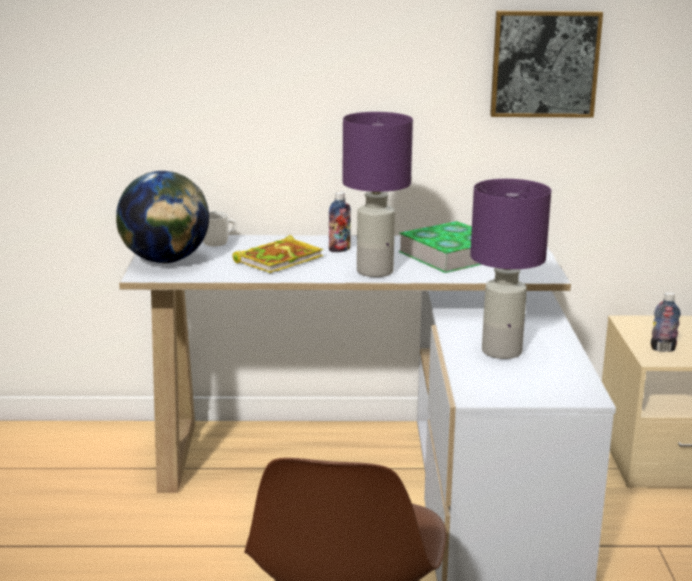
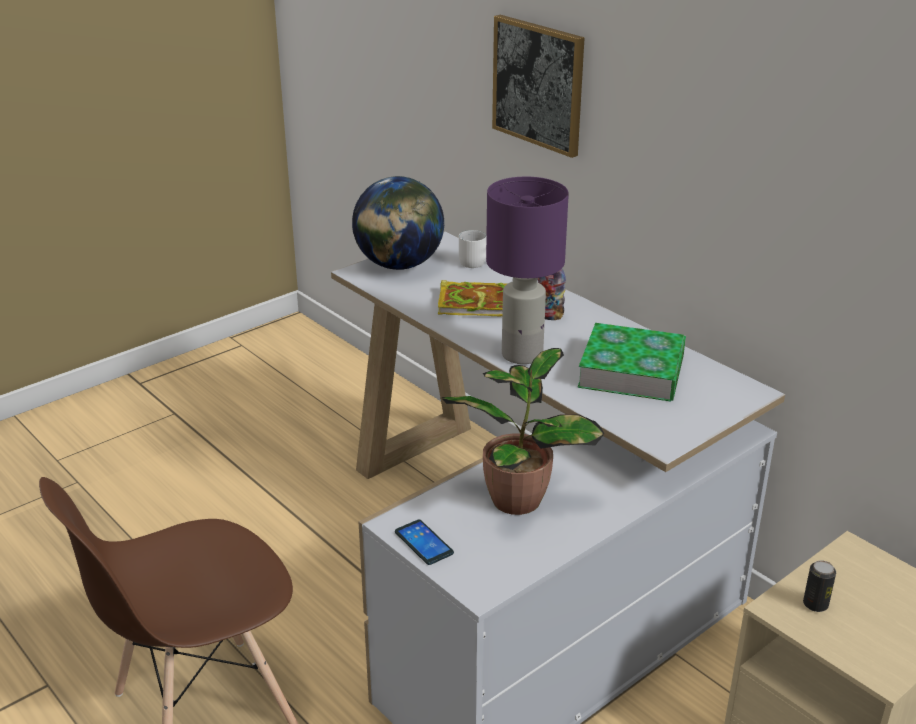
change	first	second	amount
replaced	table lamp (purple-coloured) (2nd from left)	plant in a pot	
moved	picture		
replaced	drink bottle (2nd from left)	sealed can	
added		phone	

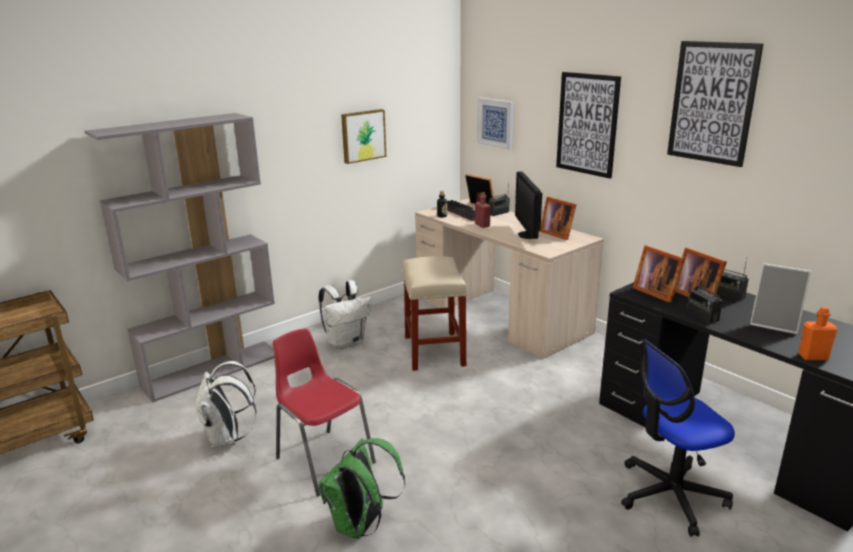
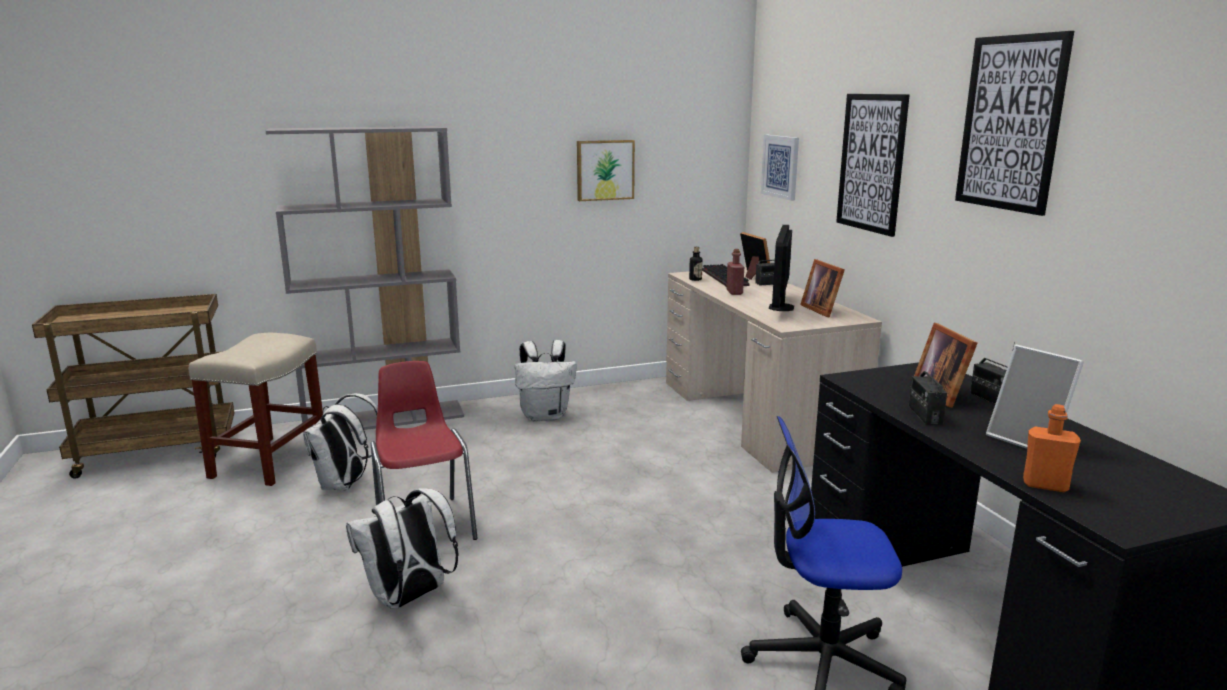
change	first	second	amount
recoloured	rucksack (green)	rucksack (whitish) (2nd from left)	
moved	stool seat (beige)		
removed	photo frame (3rd from left)		

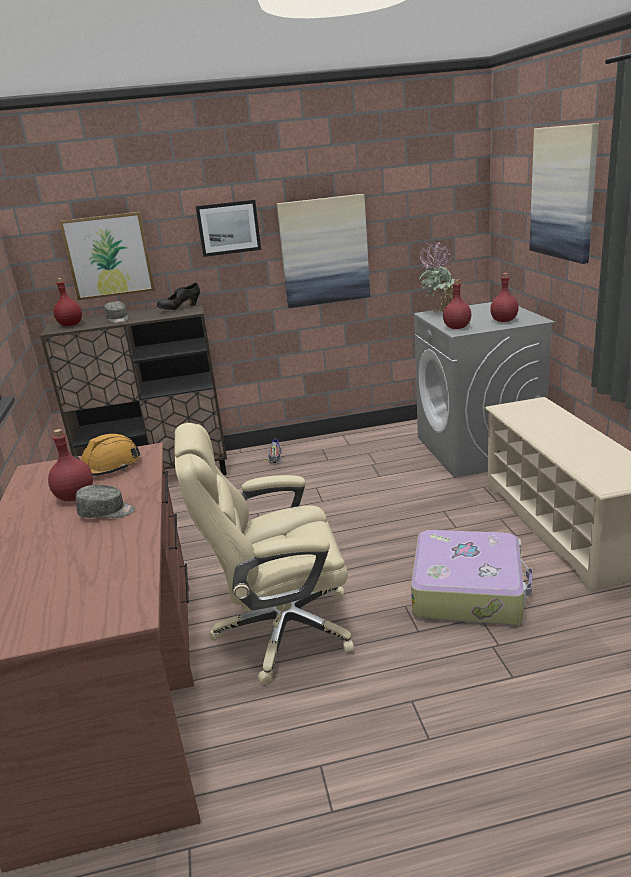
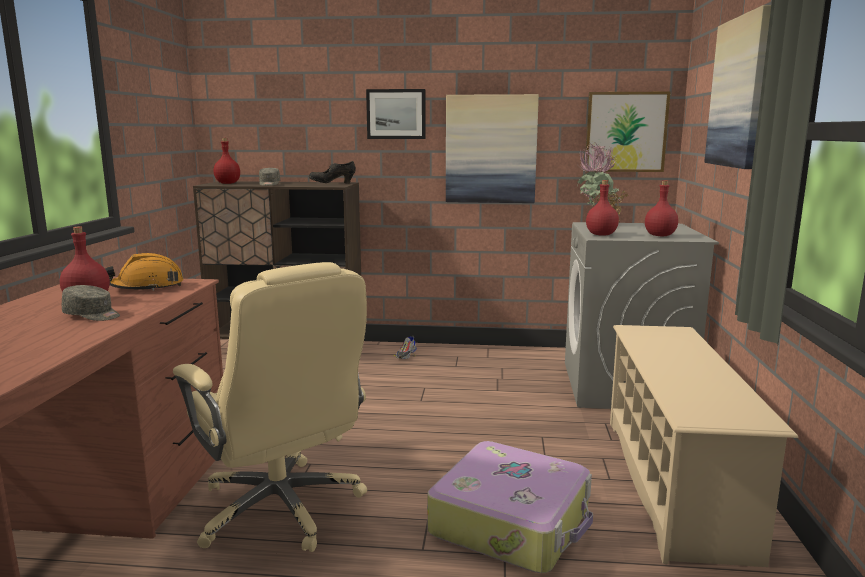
change	first	second	amount
moved	picture (1st from left in the first image)	picture (3rd from left)	
turned	computer chair (beige)		135 degrees counterclockwise

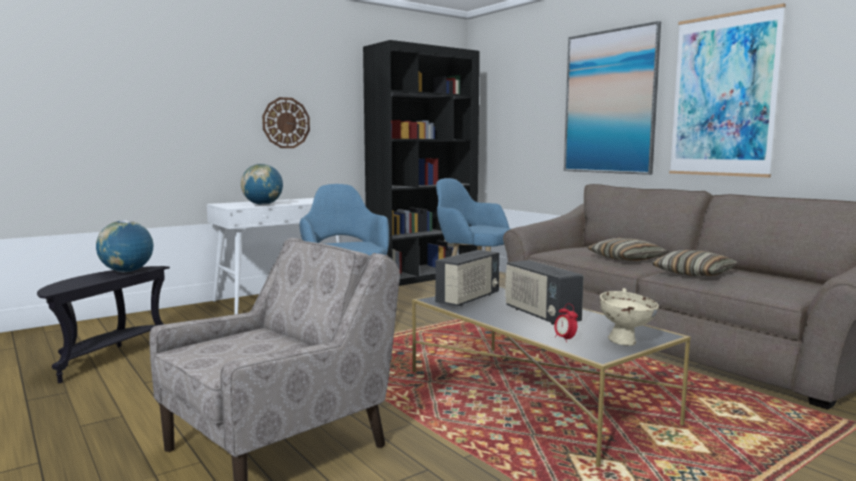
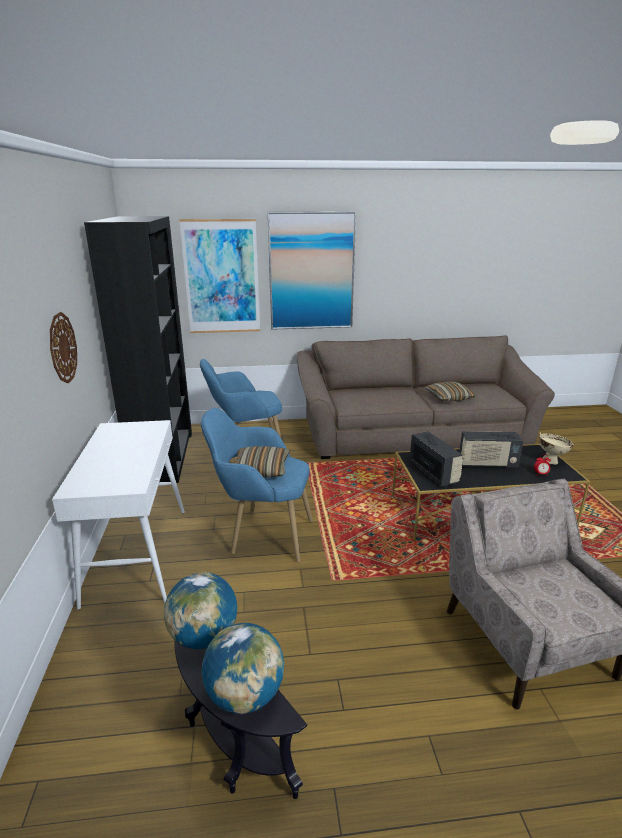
change	first	second	amount
moved	desk globe (2nd from left)		
moved	pillow (1st from left)		
moved	picture (2nd from left in the first image)	picture (1st from left)	

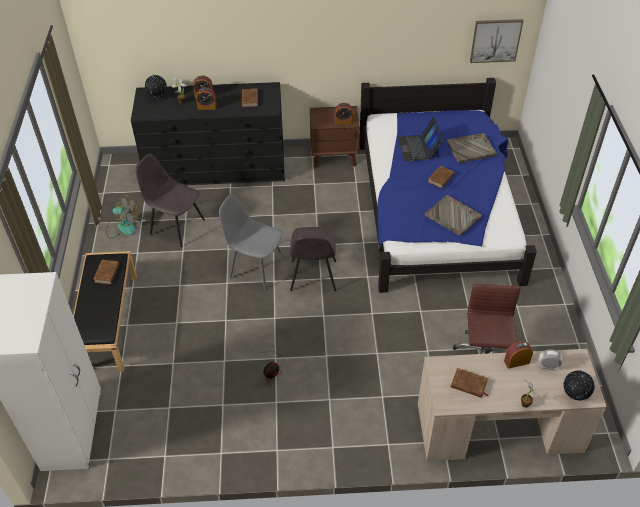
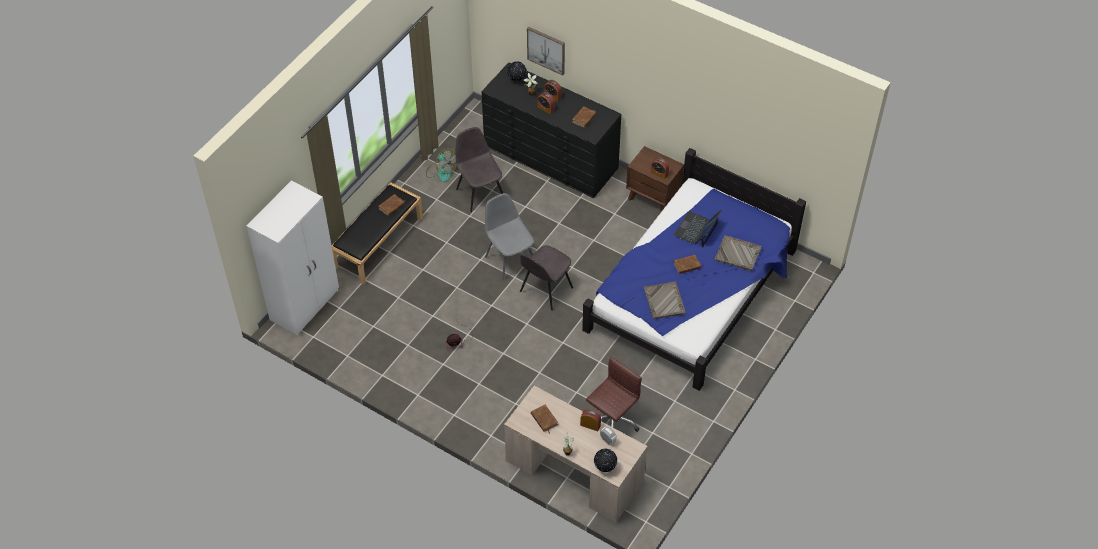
change	first	second	amount
moved	picture		

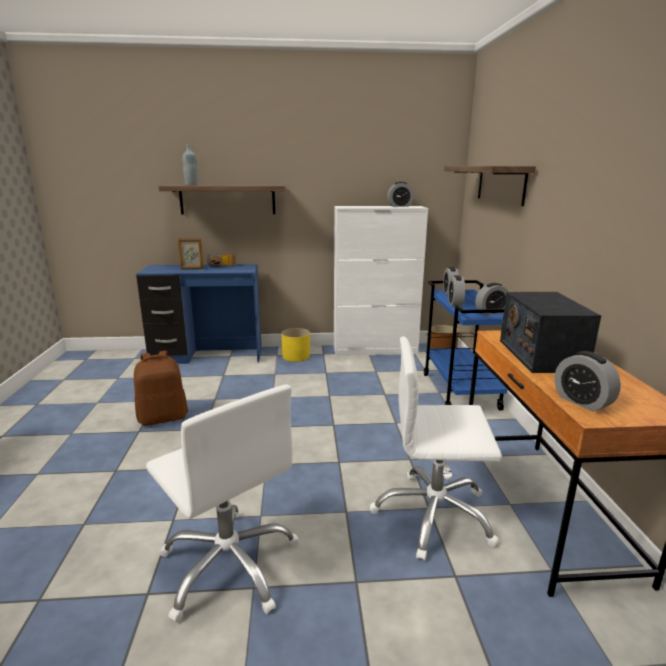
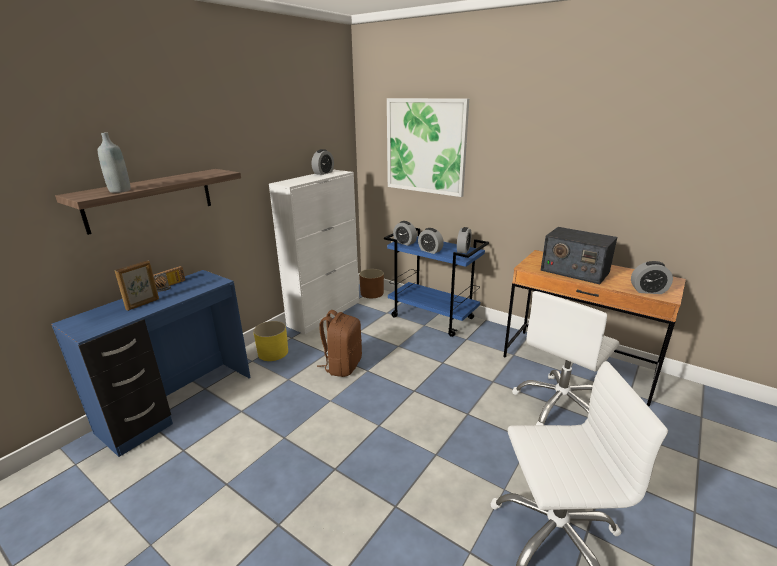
change	first	second	amount
moved	rucksack (brown)		
replaced	wall shelf (2nd from left)	picture	

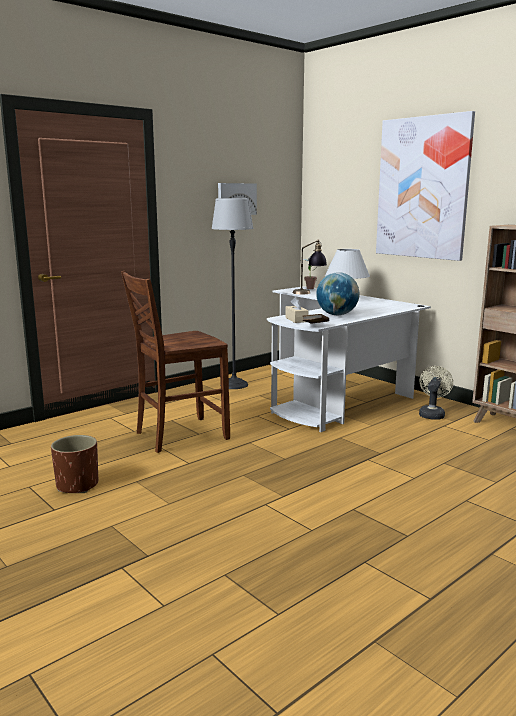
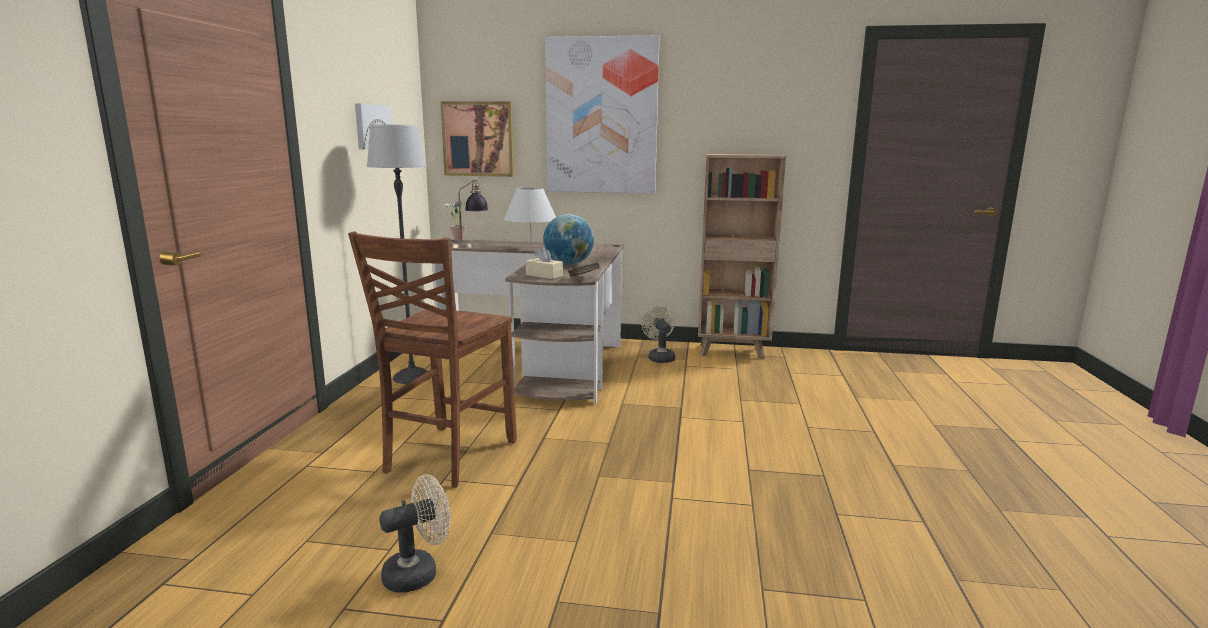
change	first	second	amount
replaced	flower pot (brown)	electric fan (beige) (1st from left)	
recoloured	desk table (whitish)	desk table (brown)	
added		picture (2nd from left)	

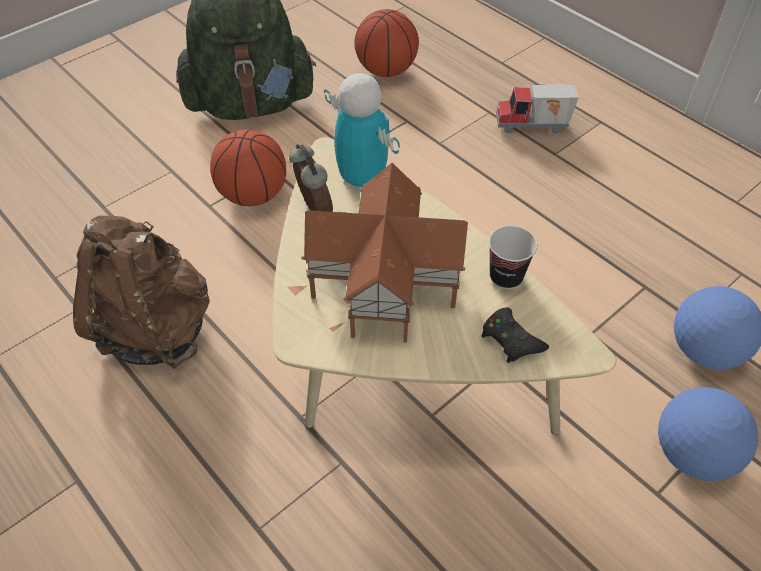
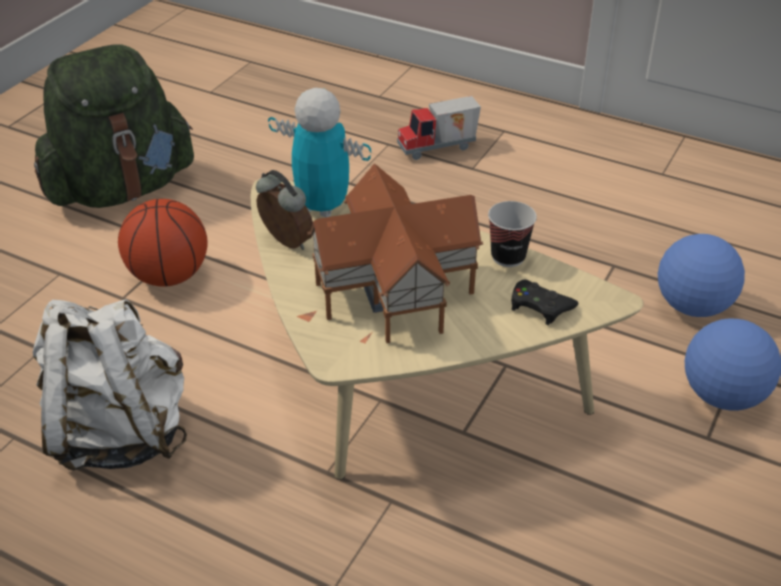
change	first	second	amount
recoloured	rucksack (brown)	rucksack (whitish)	
removed	basketball ball (2nd from left)		

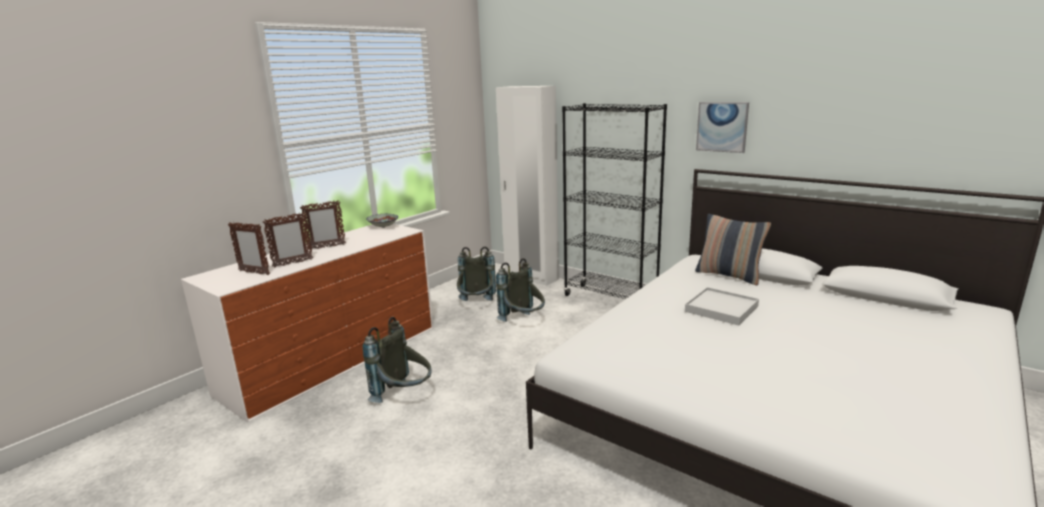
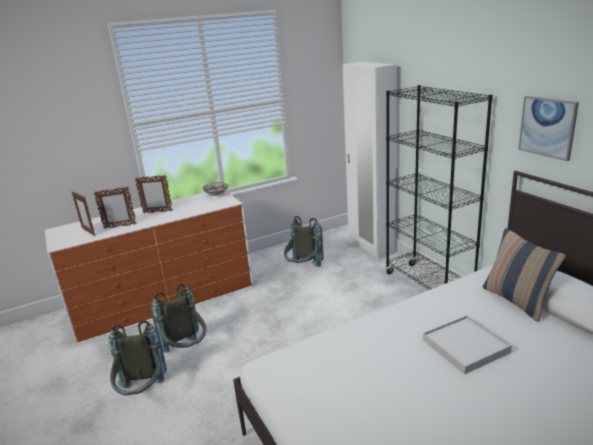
change	first	second	amount
moved	rucksack (gray) (3rd from left in the first image)	rucksack (gray) (1st from left)	

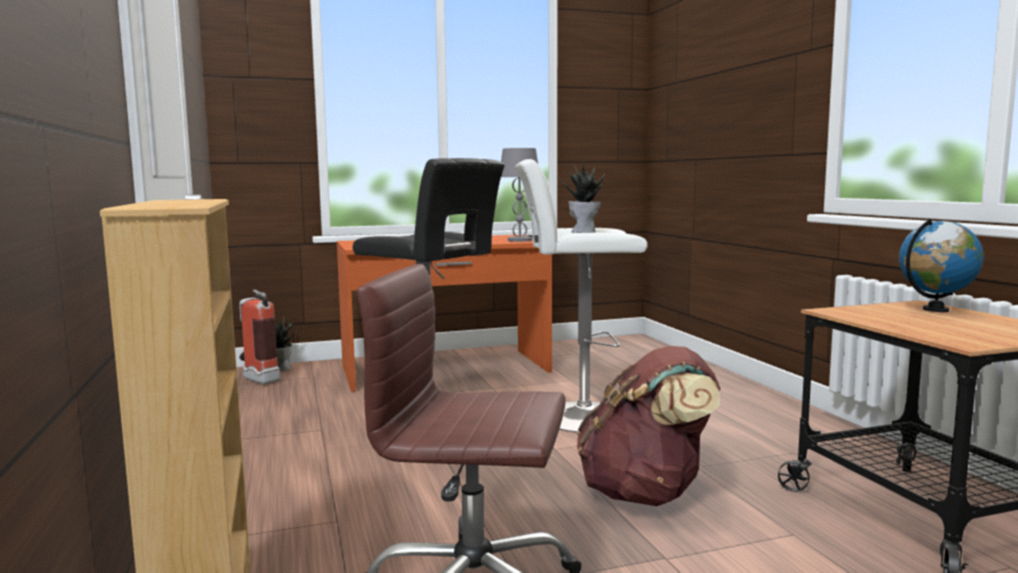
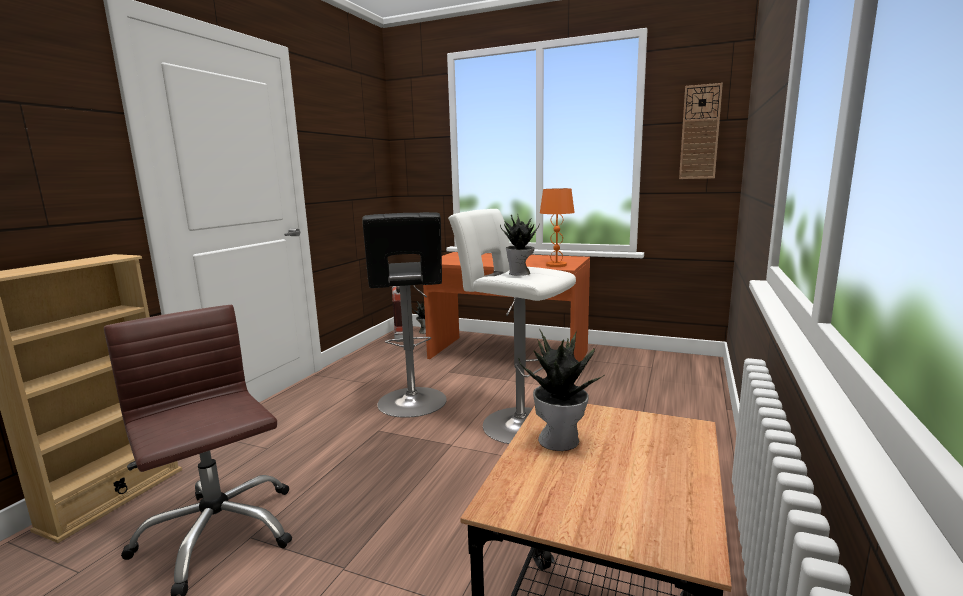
change	first	second	amount
recoloured	table lamp (gray)	table lamp (orangey)	
removed	rucksack (brown)		
removed	desk globe		
added		plant in a pot (3rd from left)	
added		hanging clock	

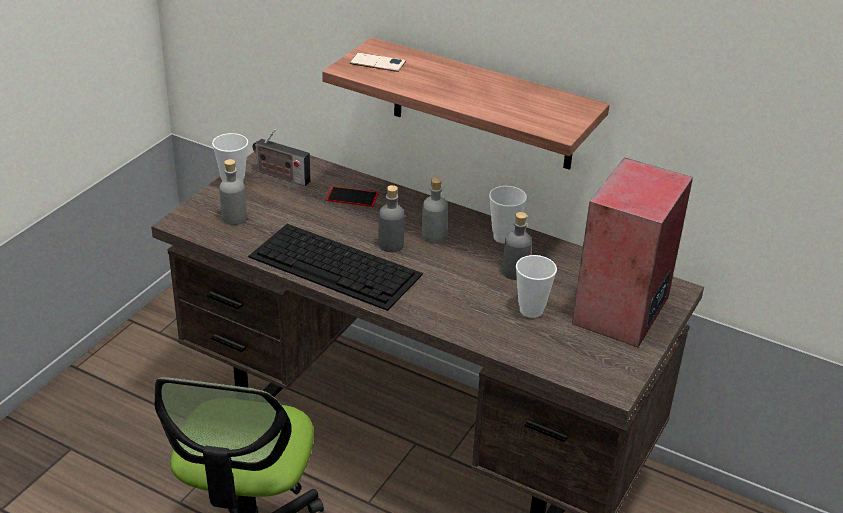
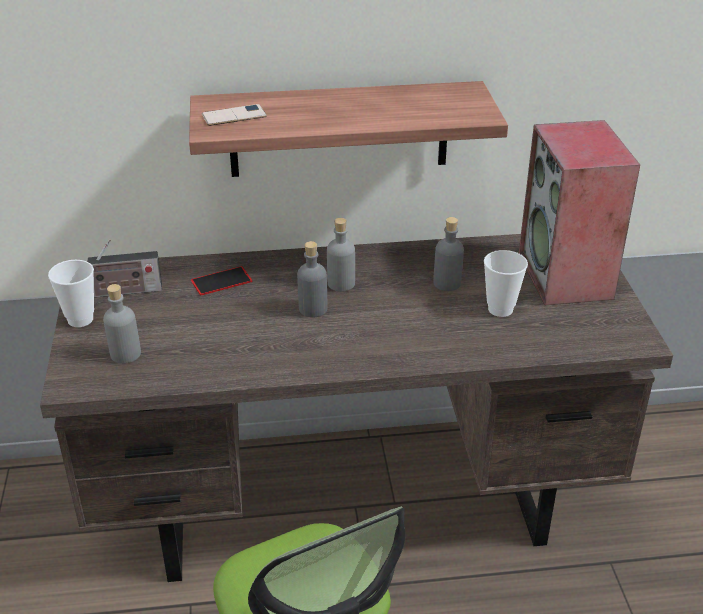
change	first	second	amount
removed	PC keyboard		
removed	small cup (2nd from left)		

